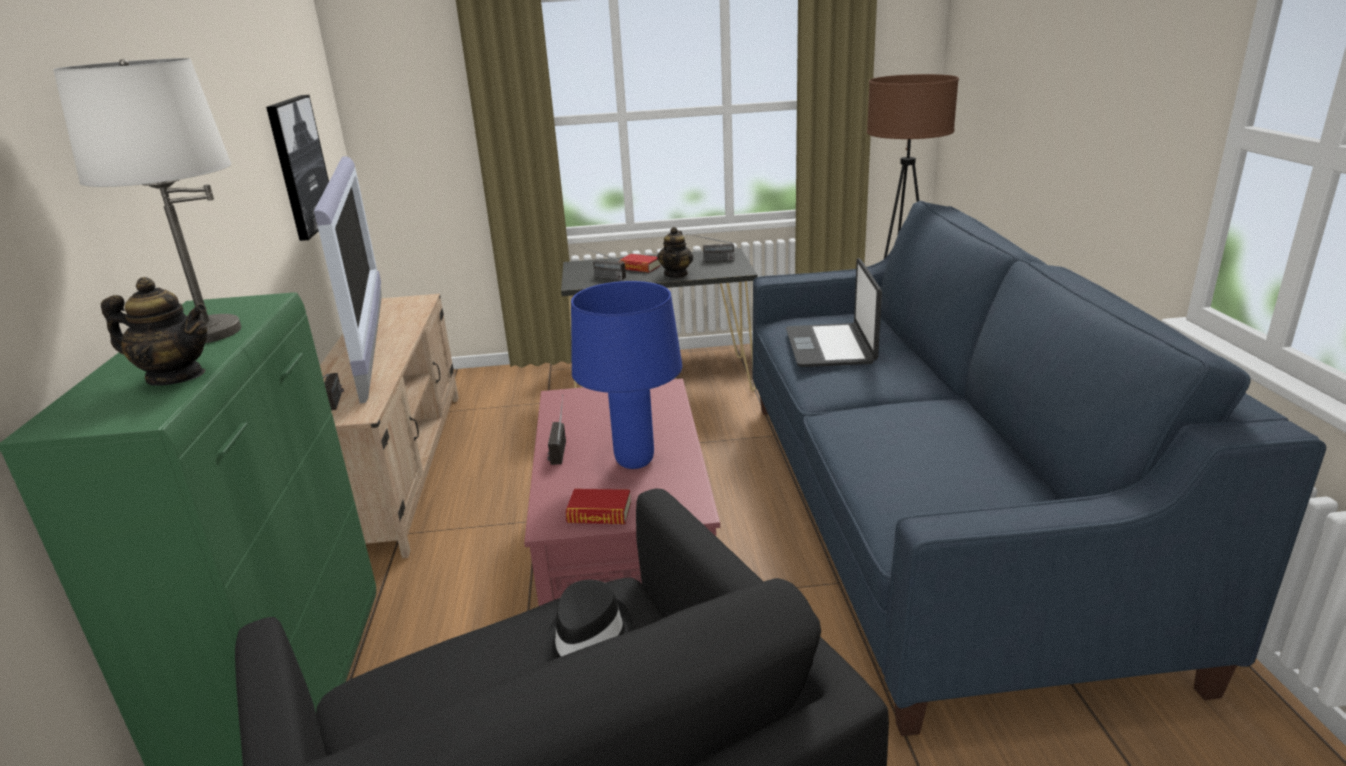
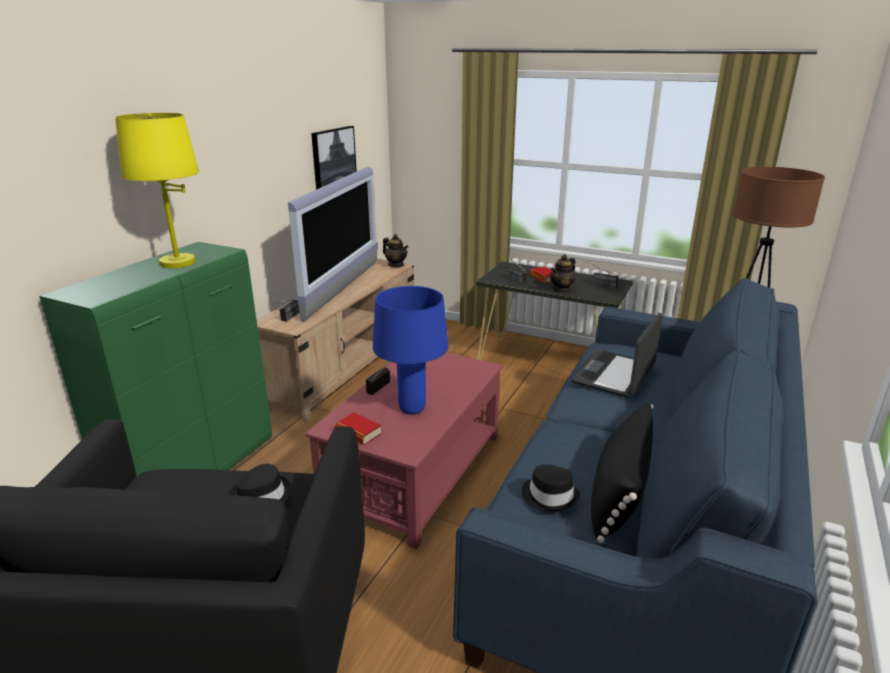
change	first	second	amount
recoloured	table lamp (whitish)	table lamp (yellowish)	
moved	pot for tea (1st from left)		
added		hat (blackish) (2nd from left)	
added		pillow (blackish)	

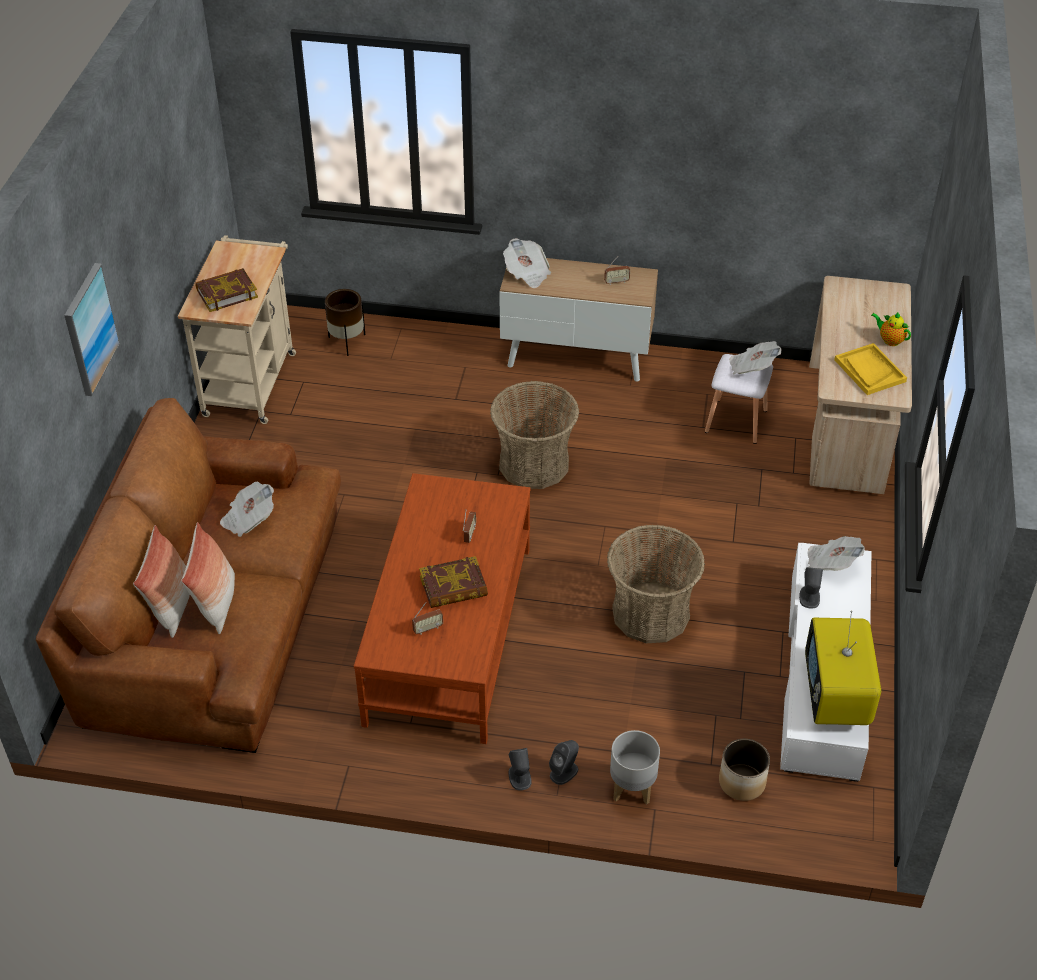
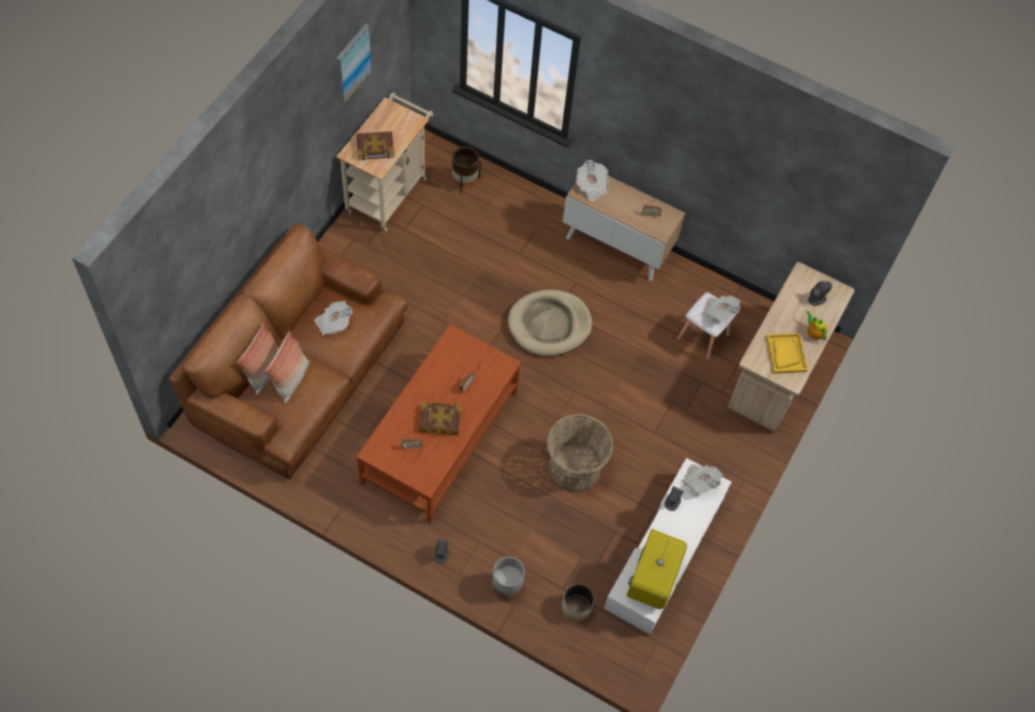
change	first	second	amount
moved	picture		
replaced	household basket (1st from left)	dog cushion (beige)	
moved	loudspeaker (gray) (2nd from left in the first image)	loudspeaker (gray) (3rd from left)	

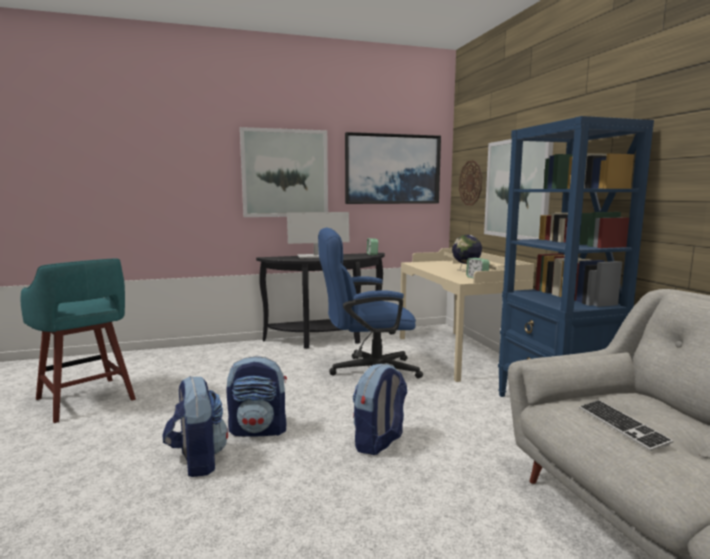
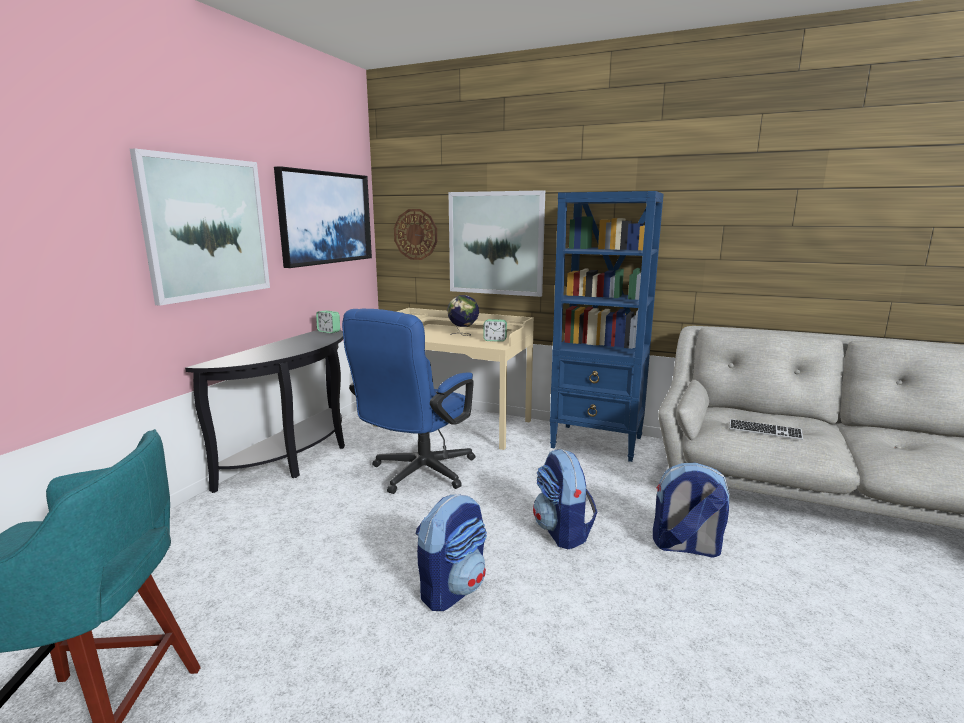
change	first	second	amount
moved	rucksack (1st from left in the first image)	rucksack (3rd from left)	
removed	monitor		

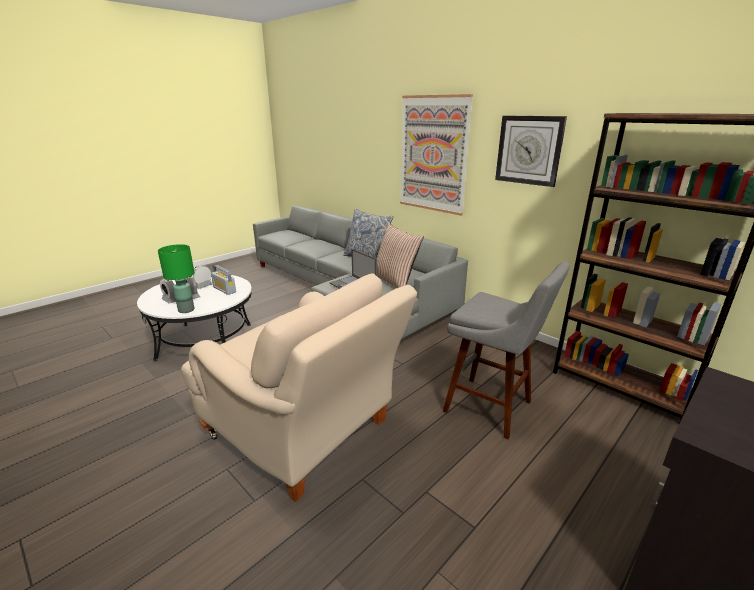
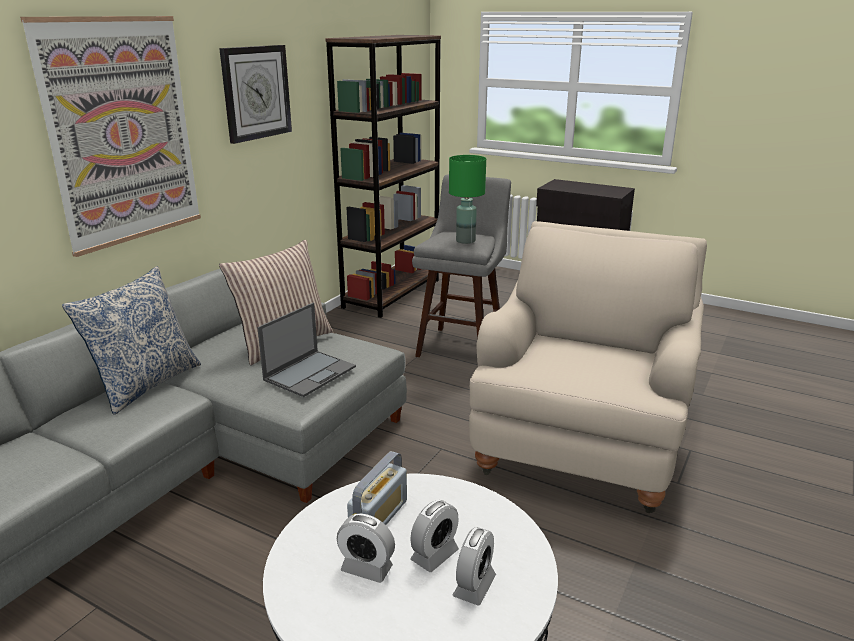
change	first	second	amount
moved	table lamp (green)		

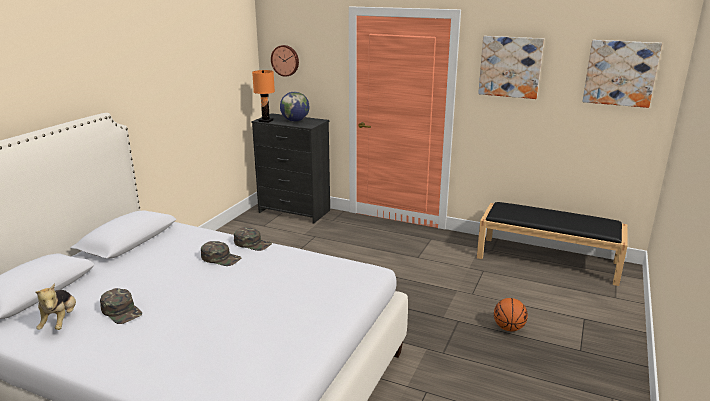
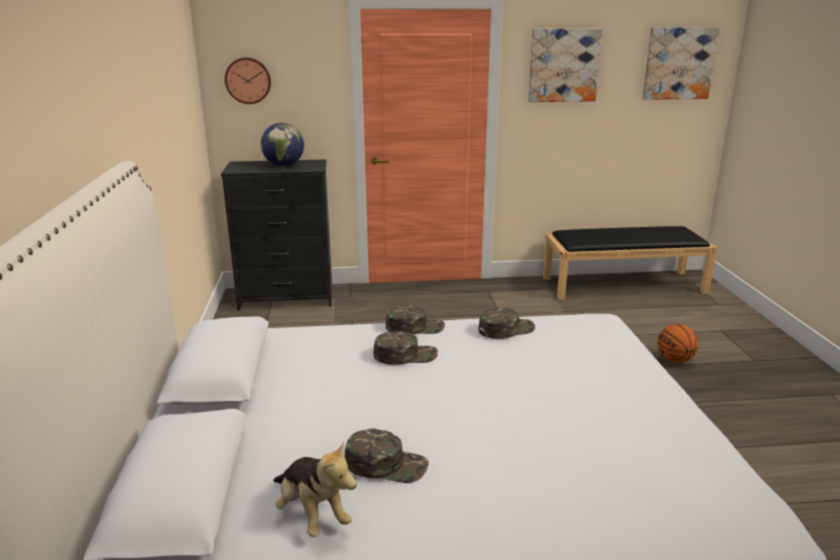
change	first	second	amount
removed	table lamp (orangey)		
added		baseball cap (green) (4th from left)	

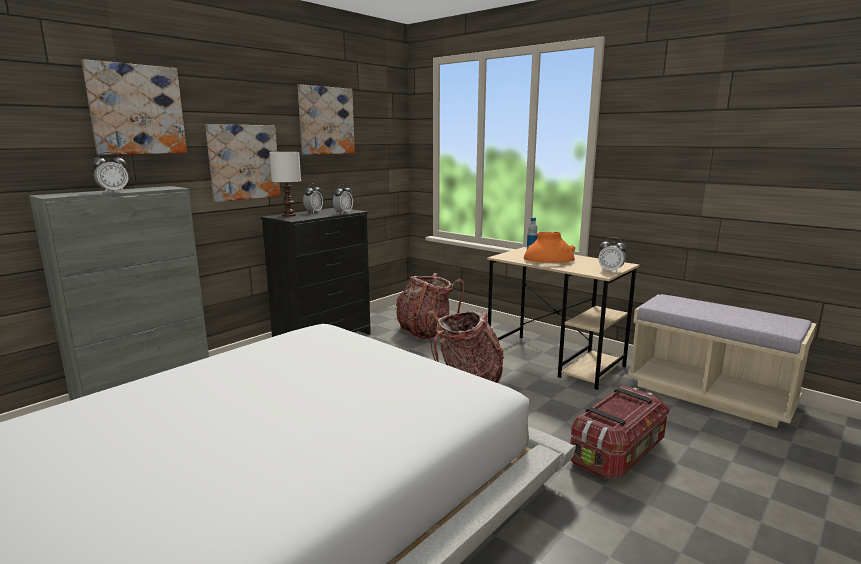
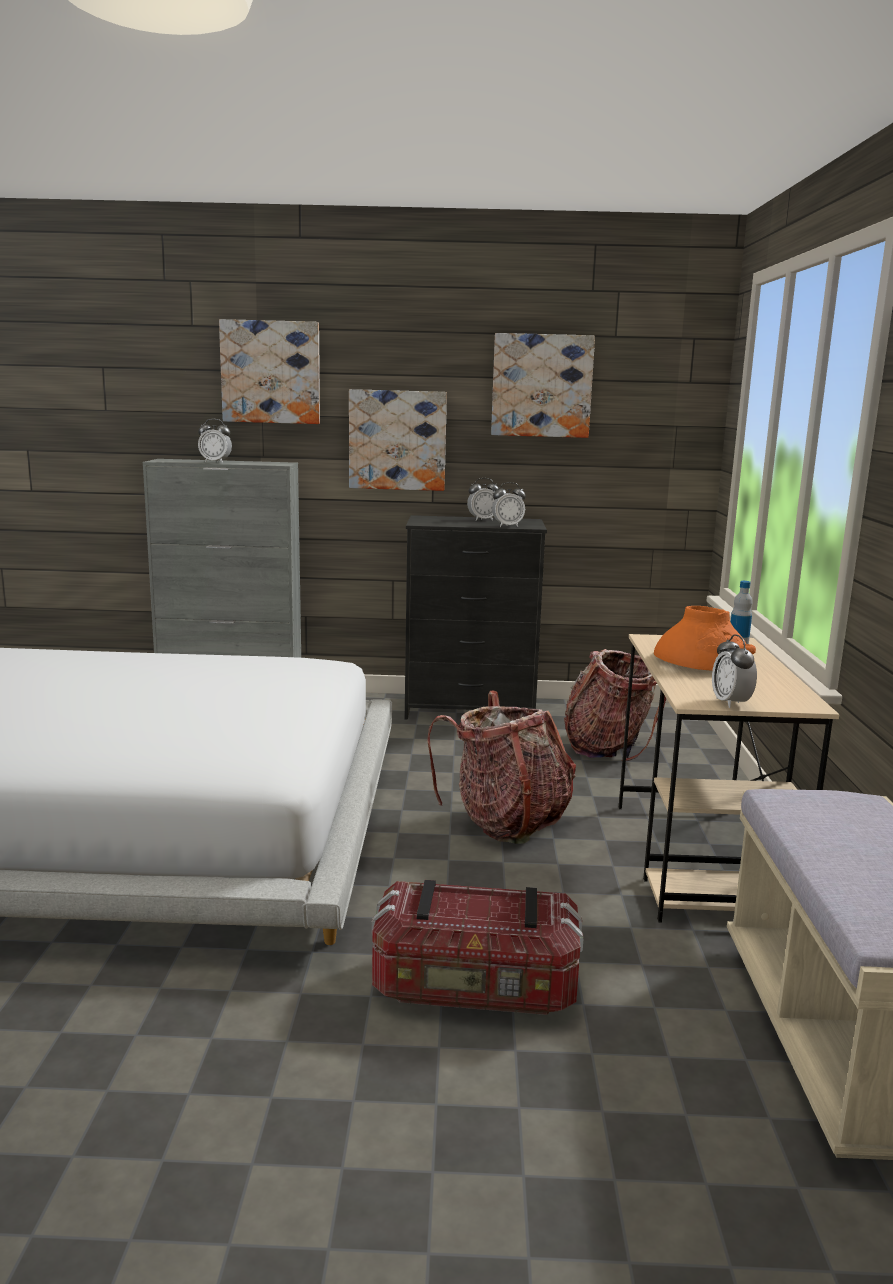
change	first	second	amount
removed	table lamp (whitish)		

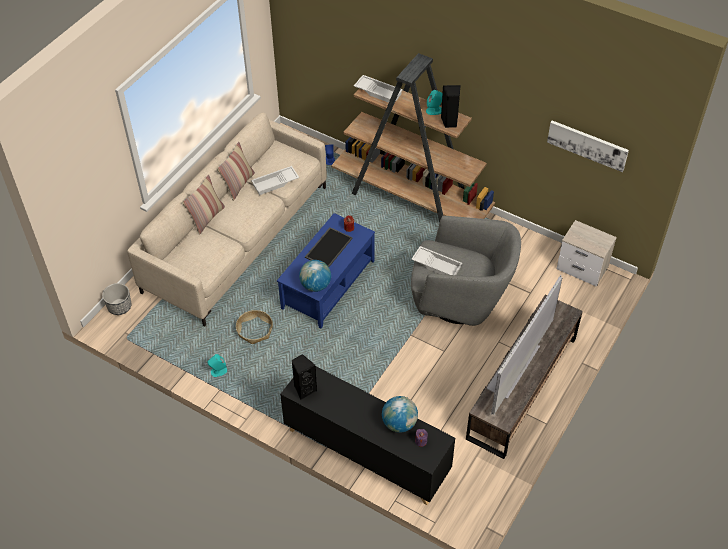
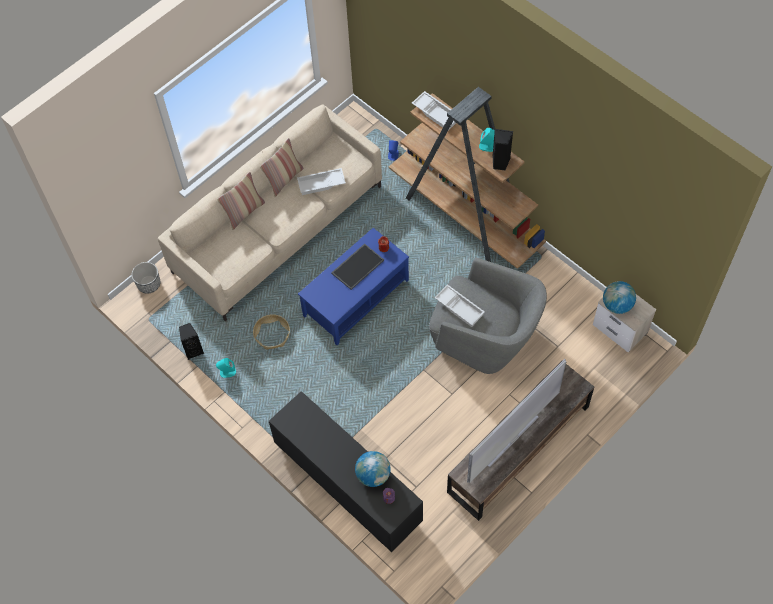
change	first	second	amount
moved	loudspeaker (blackish) (1st from left)		
moved	desk globe (1st from left in the first image)	desk globe (2nd from left)	
removed	picture		

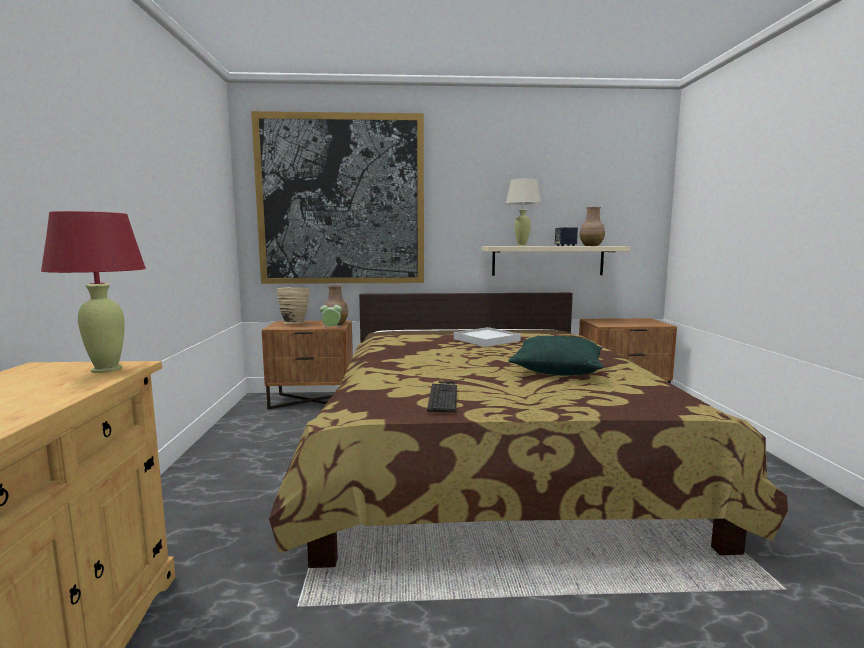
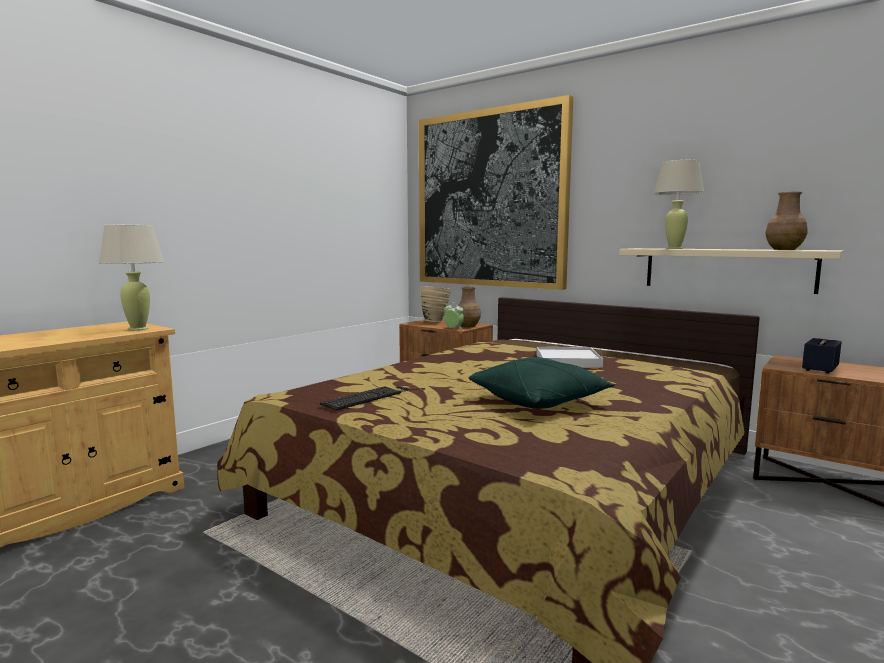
change	first	second	amount
recoloured	table lamp (red)	table lamp (beige) (1st from left)	
moved	loudspeaker		

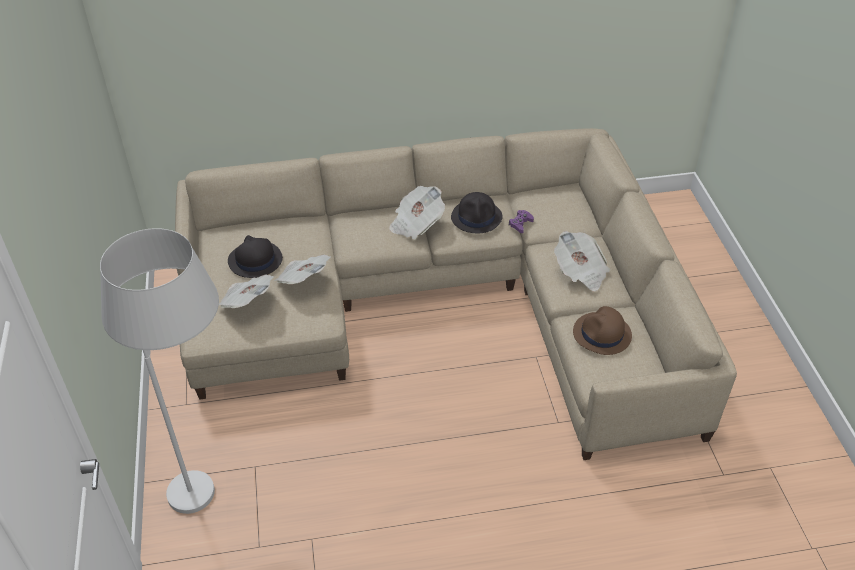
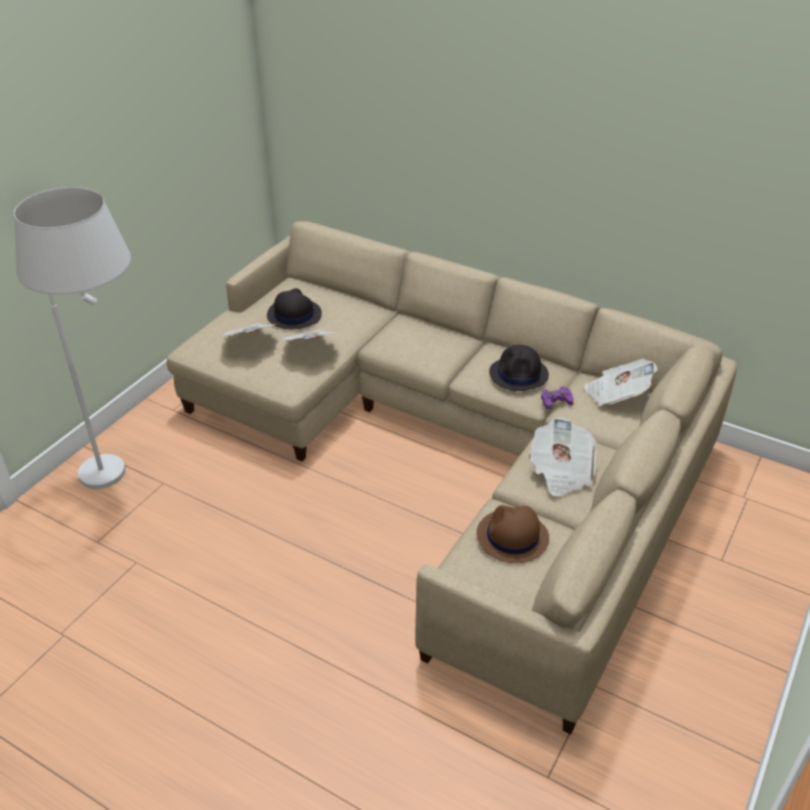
change	first	second	amount
moved	printed paper (3rd from left in the first image)	printed paper (4th from left)	

